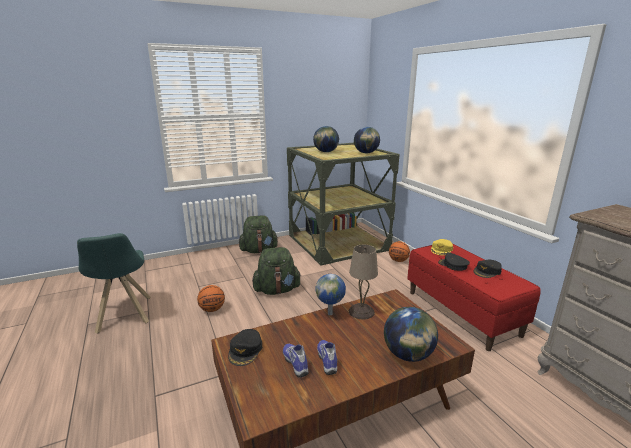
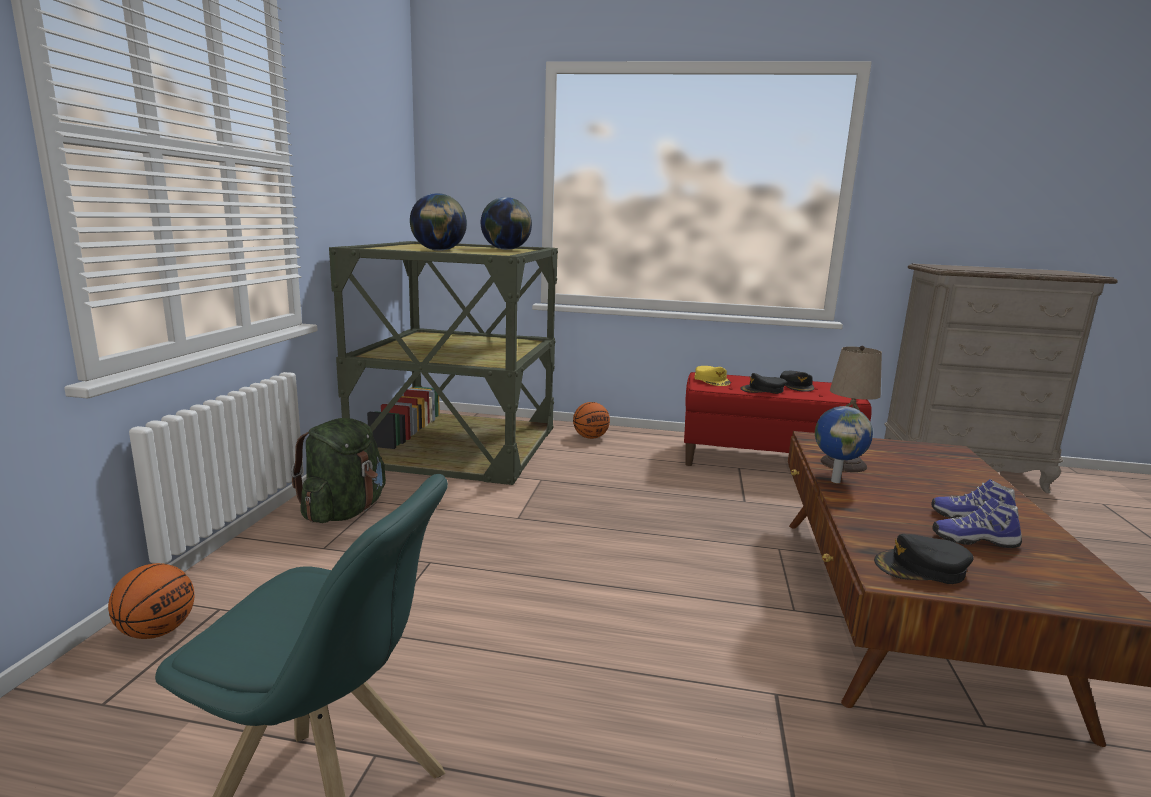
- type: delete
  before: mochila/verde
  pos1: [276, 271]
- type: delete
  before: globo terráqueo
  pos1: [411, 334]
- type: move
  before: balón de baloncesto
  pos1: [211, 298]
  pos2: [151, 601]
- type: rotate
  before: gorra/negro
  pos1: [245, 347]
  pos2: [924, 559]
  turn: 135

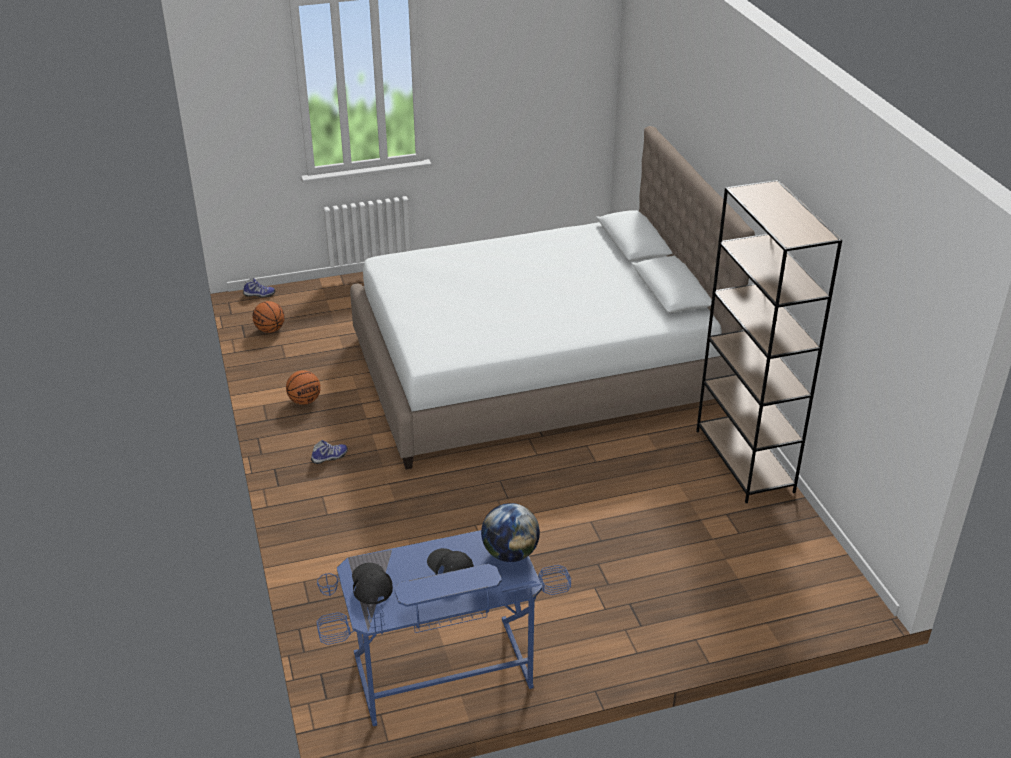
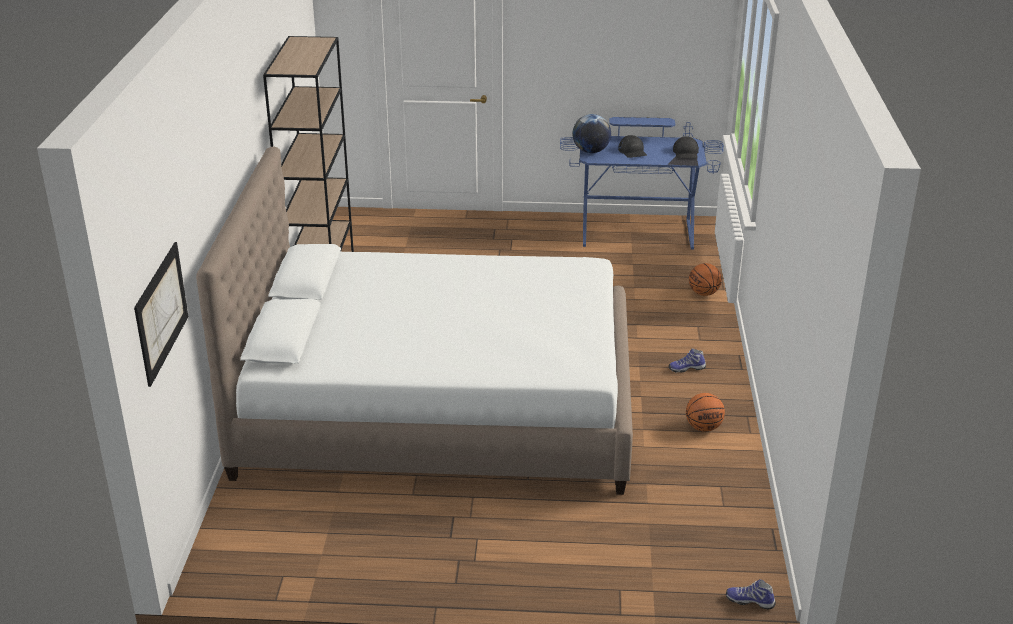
- type: insert
  after: cuadro
  pos2: [161, 314]
- type: move
  before: balón de baloncesto
  pos1: [268, 317]
  pos2: [705, 279]

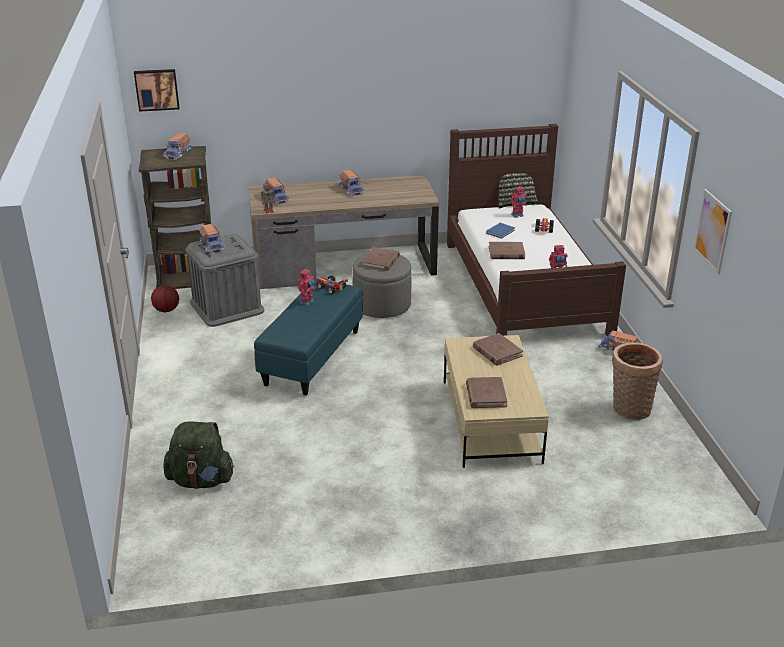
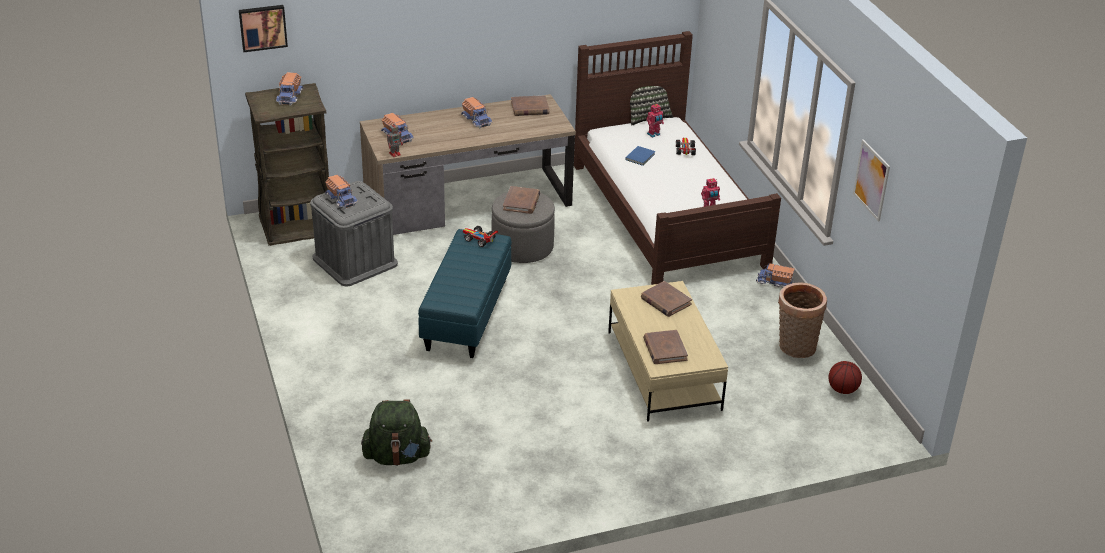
- type: delete
  before: robot de juguete
  pos1: [307, 287]
- type: move
  before: balón de baloncesto
  pos1: [165, 298]
  pos2: [845, 377]
- type: move
  before: libro/marrón
  pos1: [507, 250]
  pos2: [530, 105]

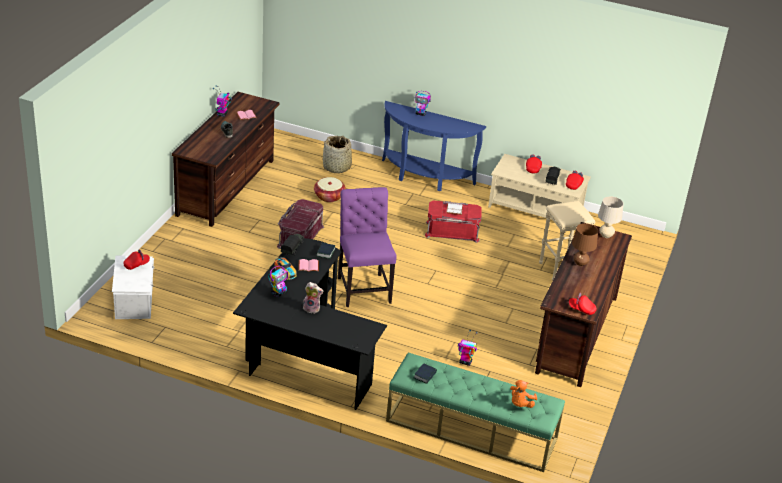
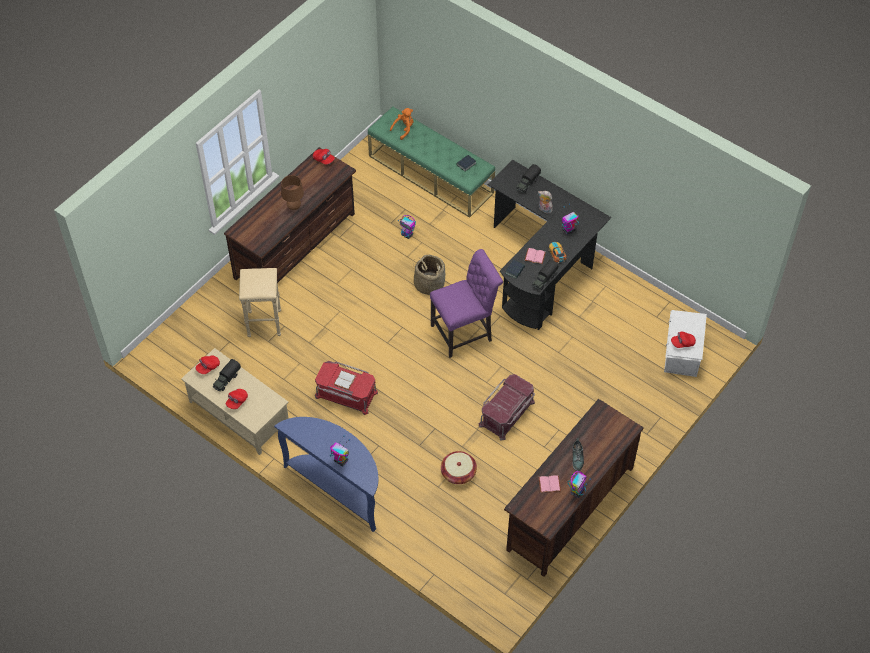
- type: delete
  before: lámpara de mesa/beis
  pos1: [611, 217]
- type: insert
  after: camión de juguete
  pos2: [528, 178]
- type: move
  before: cesta
  pos1: [338, 154]
  pos2: [429, 275]
- type: rotate
  before: silla/morado
  pos1: [367, 247]
  pos2: [466, 303]
  turn: -120

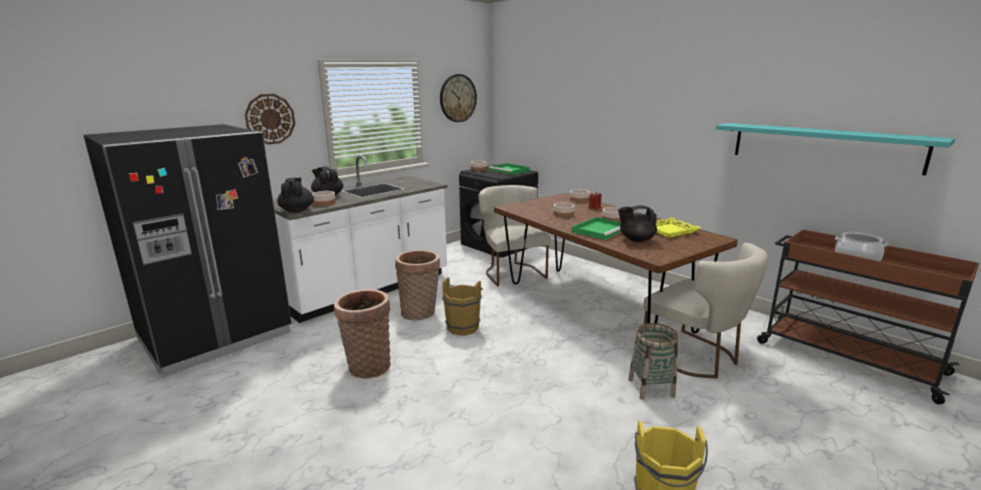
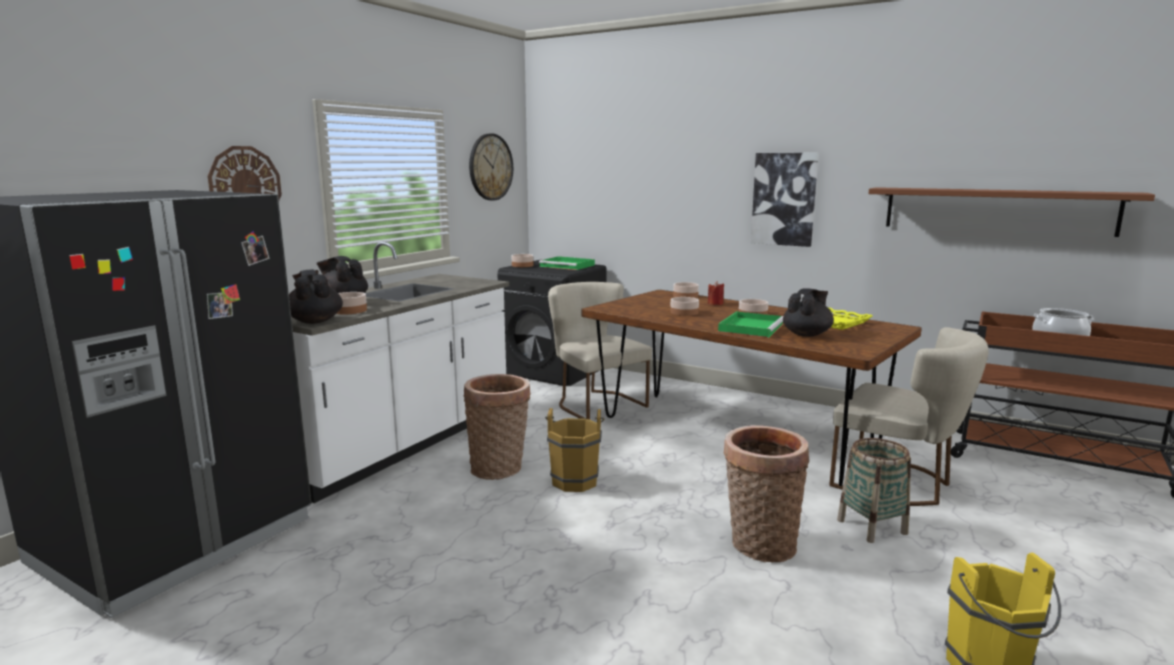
- type: insert
  after: cuadro
  pos2: [785, 200]
- type: move
  before: cesta
  pos1: [362, 334]
  pos2: [766, 493]
- type: recolor
  before: estante/turquesa
  after: estante/marrón
  pos1: [835, 149]
  pos2: [1011, 212]
- type: rotate
  before: tetera/negro
  pos1: [637, 223]
  pos2: [808, 313]
  turn: 150

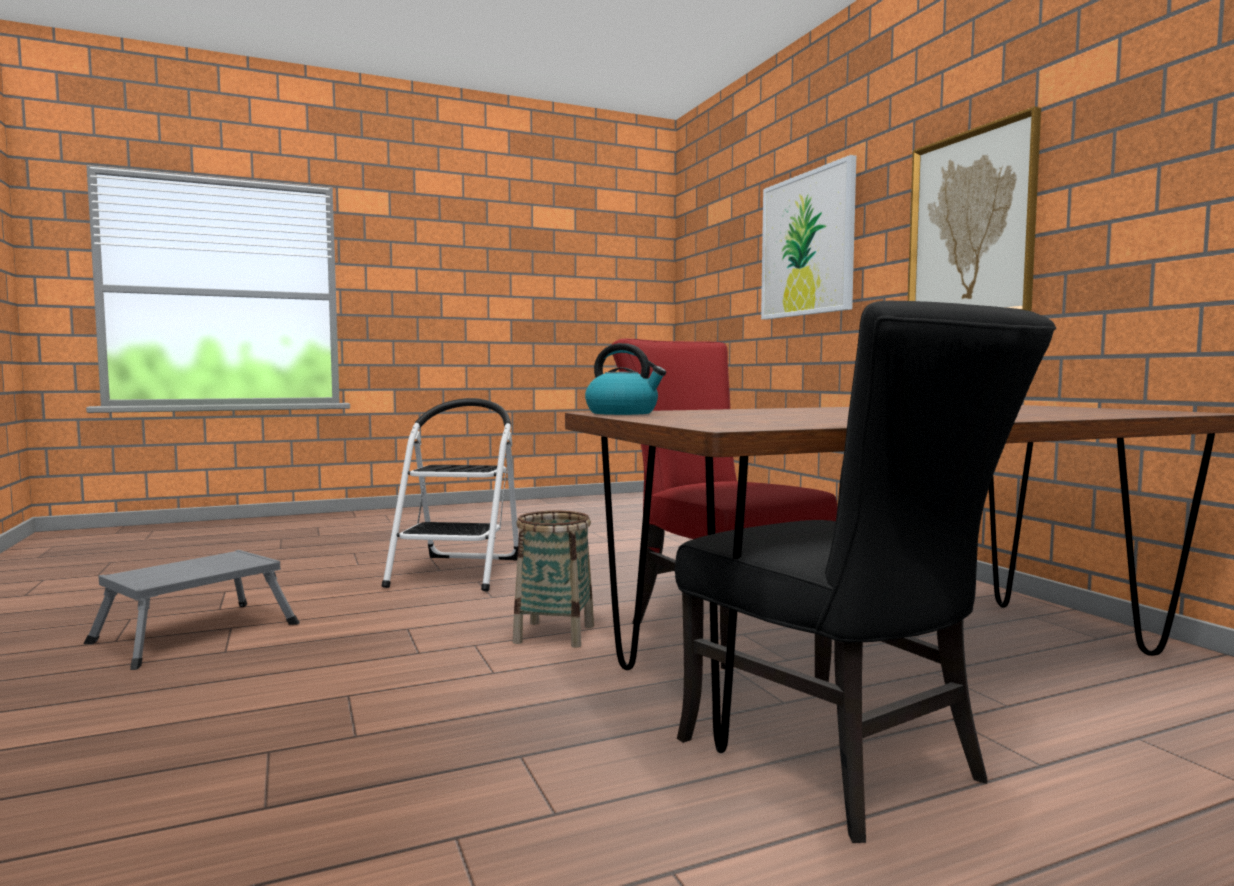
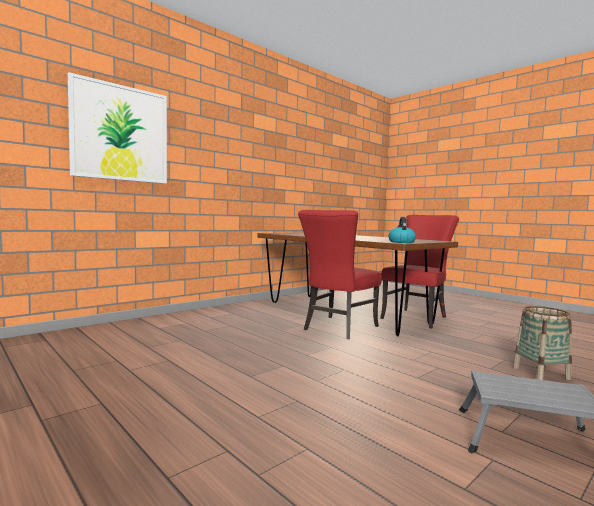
- type: delete
  before: escalera de tijera
  pos1: [450, 494]
- type: delete
  before: cuadro
  pos1: [974, 208]
- type: move
  before: cesta
  pos1: [553, 579]
  pos2: [542, 343]
- type: recolor
  before: silla/negro
  after: silla/rojo
  pos1: [865, 572]
  pos2: [419, 271]

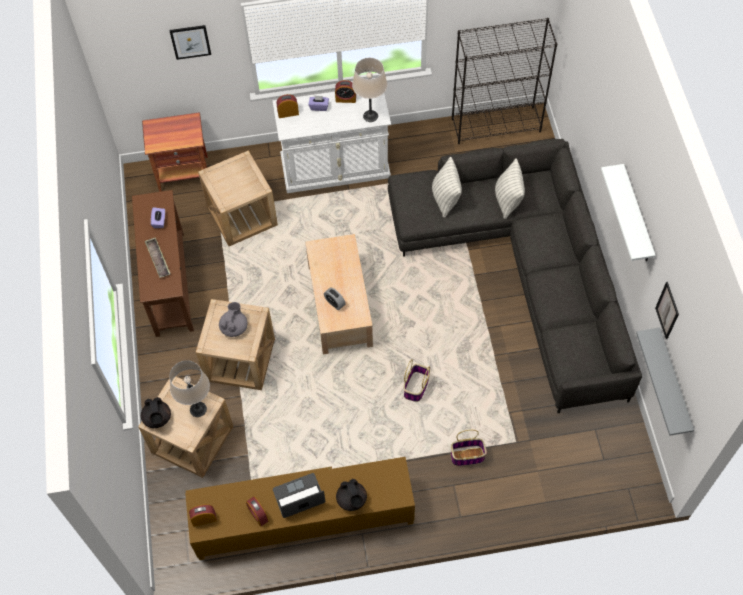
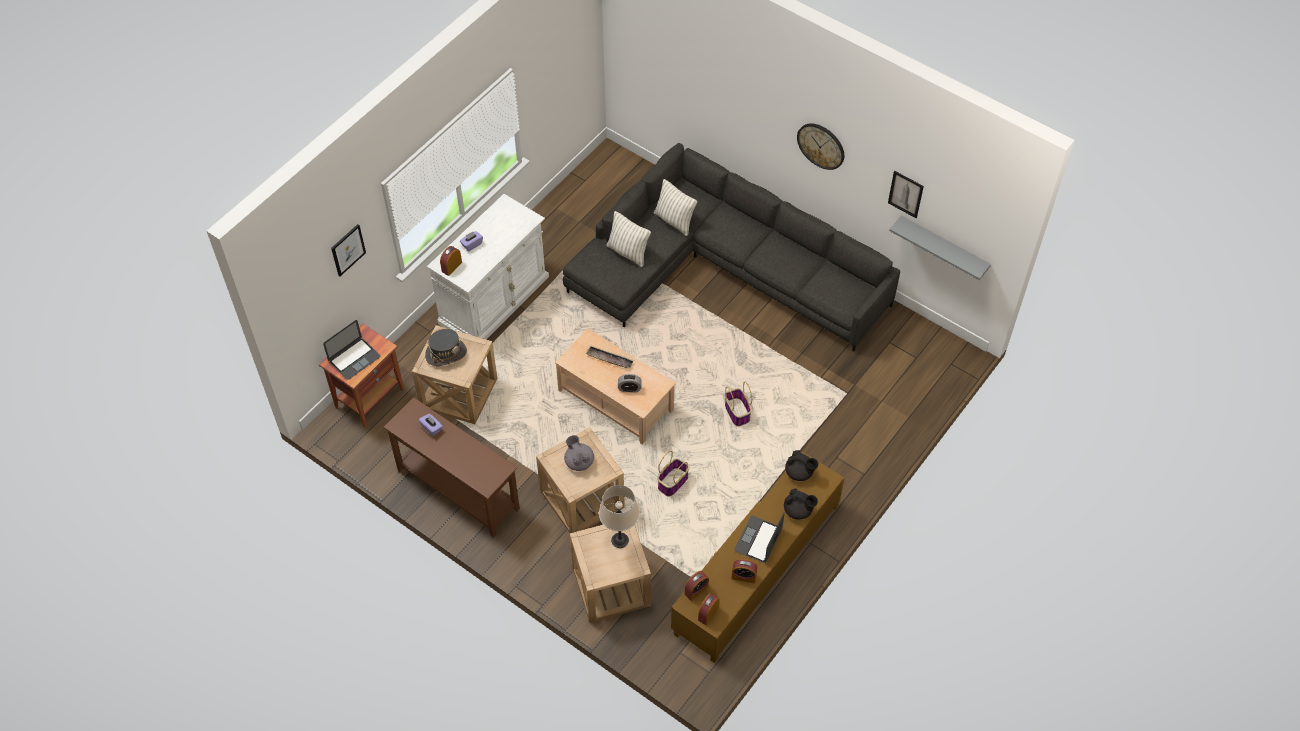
- type: delete
  before: lámpara de mesa/beis
  pos1: [369, 90]
- type: delete
  before: estantería/negro
  pos1: [504, 81]
- type: insert
  after: portátil
  pos2: [351, 350]
- type: insert
  after: sombrero/gris
  pos2: [446, 347]
- type: move
  before: tetera/negro
  pos1: [156, 412]
  pos2: [801, 465]
- type: move
  before: bandeja
  pos1: [158, 258]
  pos2: [609, 357]
- type: move
  before: despertador
  pos1: [345, 91]
  pos2: [696, 586]
- type: move
  before: cesta
  pos1: [469, 448]
  pos2: [673, 474]
- type: replace
  before: estante/blanco
  after: reloj de pared
  pos1: [628, 212]
  pos2: [820, 146]

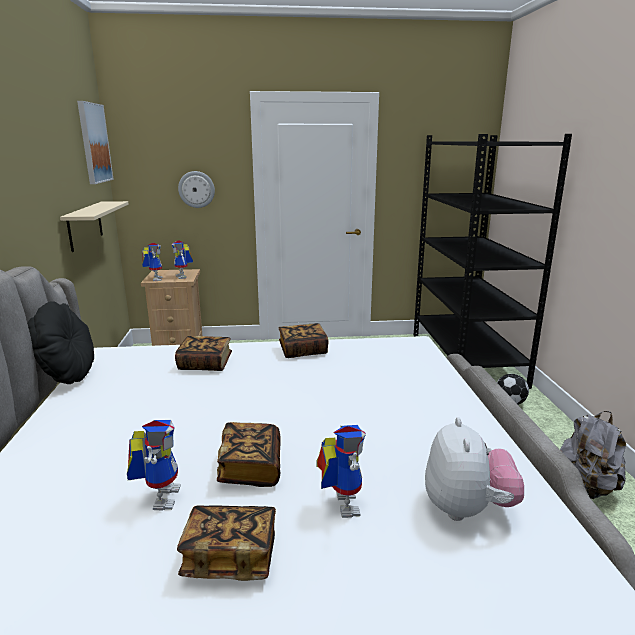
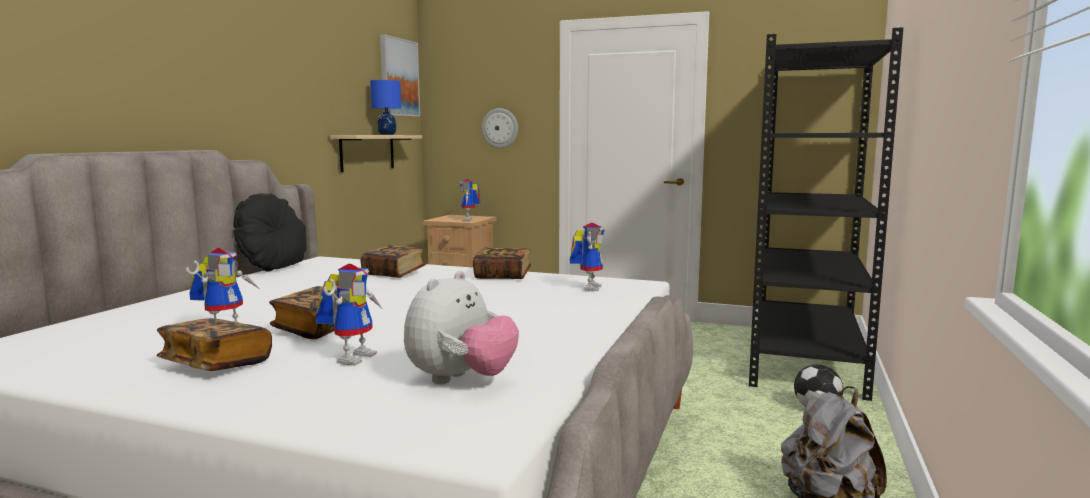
- type: insert
  after: lámpara de mesa/azul
  pos2: [385, 107]
- type: move
  before: robot de juguete
  pos1: [152, 262]
  pos2: [587, 257]

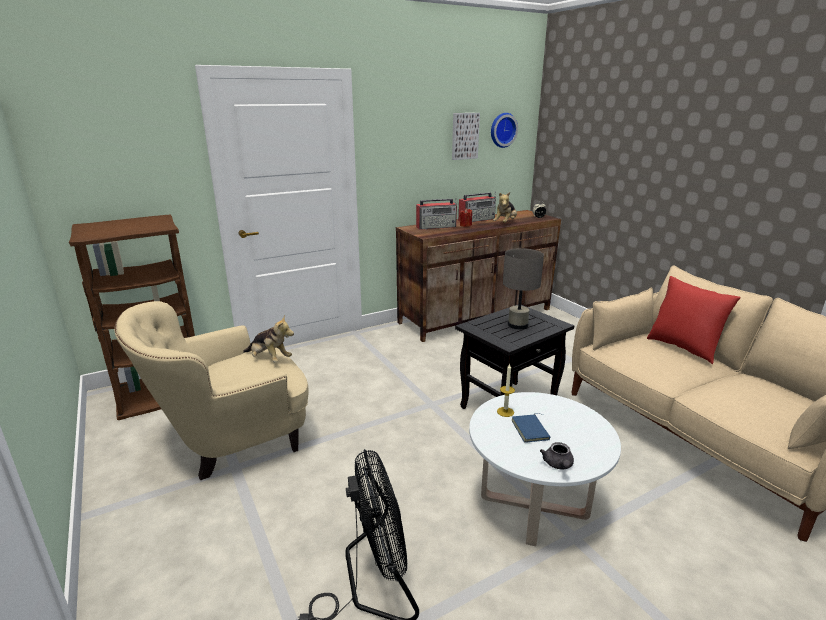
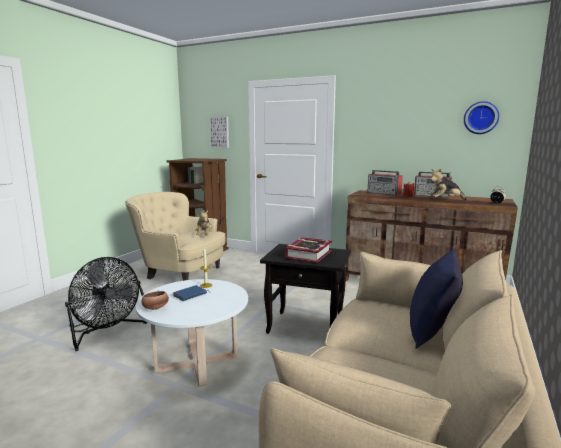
- type: move
  before: cuadro
  pos1: [466, 136]
  pos2: [219, 132]
- type: replace
  before: lámpara de mesa/gris
  after: libro
  pos1: [523, 288]
  pos2: [308, 250]
- type: replace
  before: tetera/gris
  after: cuenco
  pos1: [557, 456]
  pos2: [155, 300]
- type: recolor
  before: cojín/rojo
  after: cojín/azul
  pos1: [694, 320]
  pos2: [436, 299]

